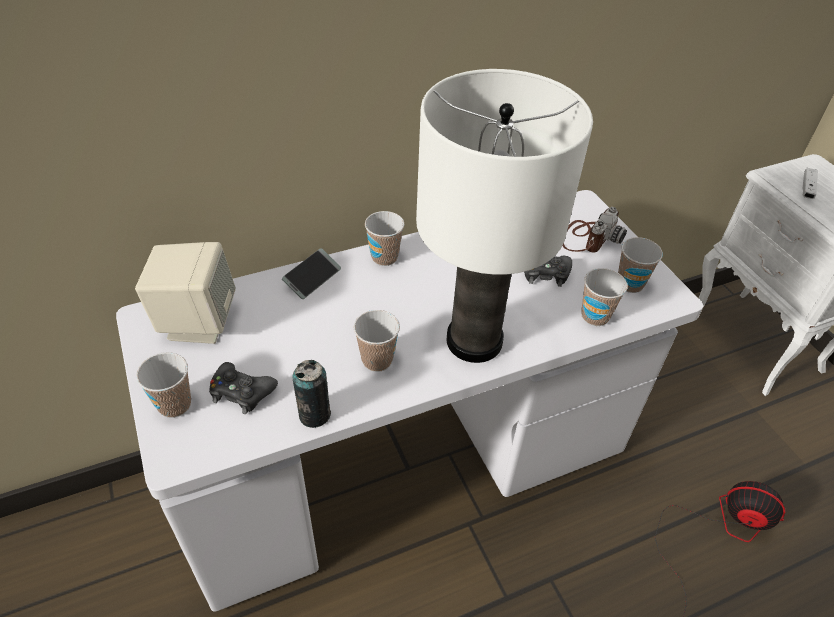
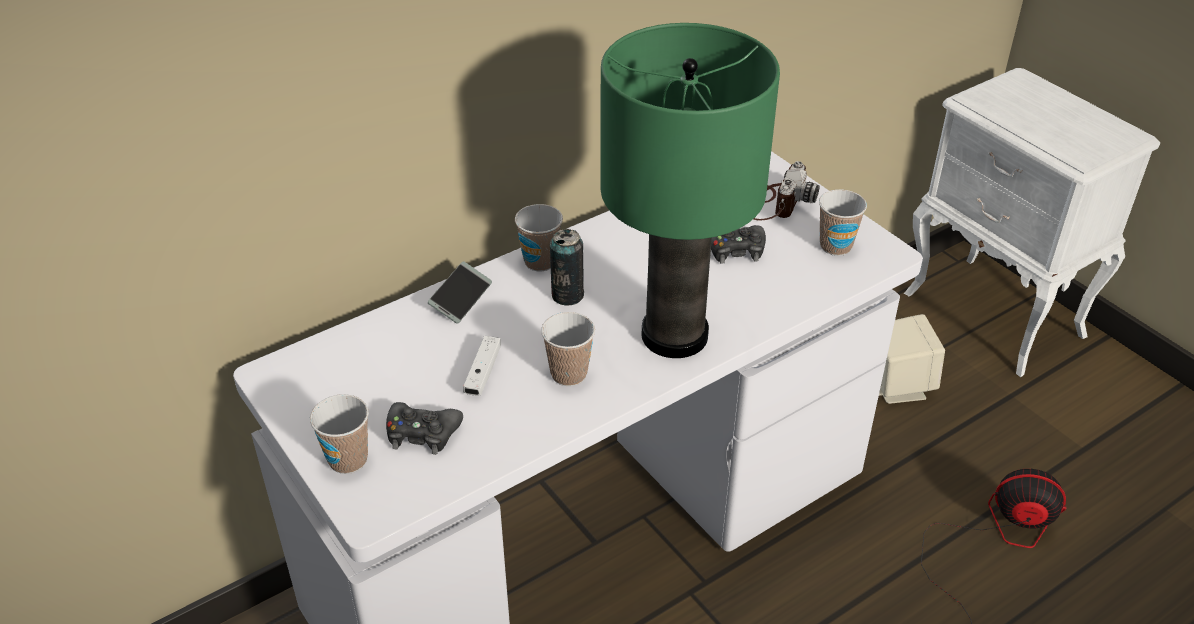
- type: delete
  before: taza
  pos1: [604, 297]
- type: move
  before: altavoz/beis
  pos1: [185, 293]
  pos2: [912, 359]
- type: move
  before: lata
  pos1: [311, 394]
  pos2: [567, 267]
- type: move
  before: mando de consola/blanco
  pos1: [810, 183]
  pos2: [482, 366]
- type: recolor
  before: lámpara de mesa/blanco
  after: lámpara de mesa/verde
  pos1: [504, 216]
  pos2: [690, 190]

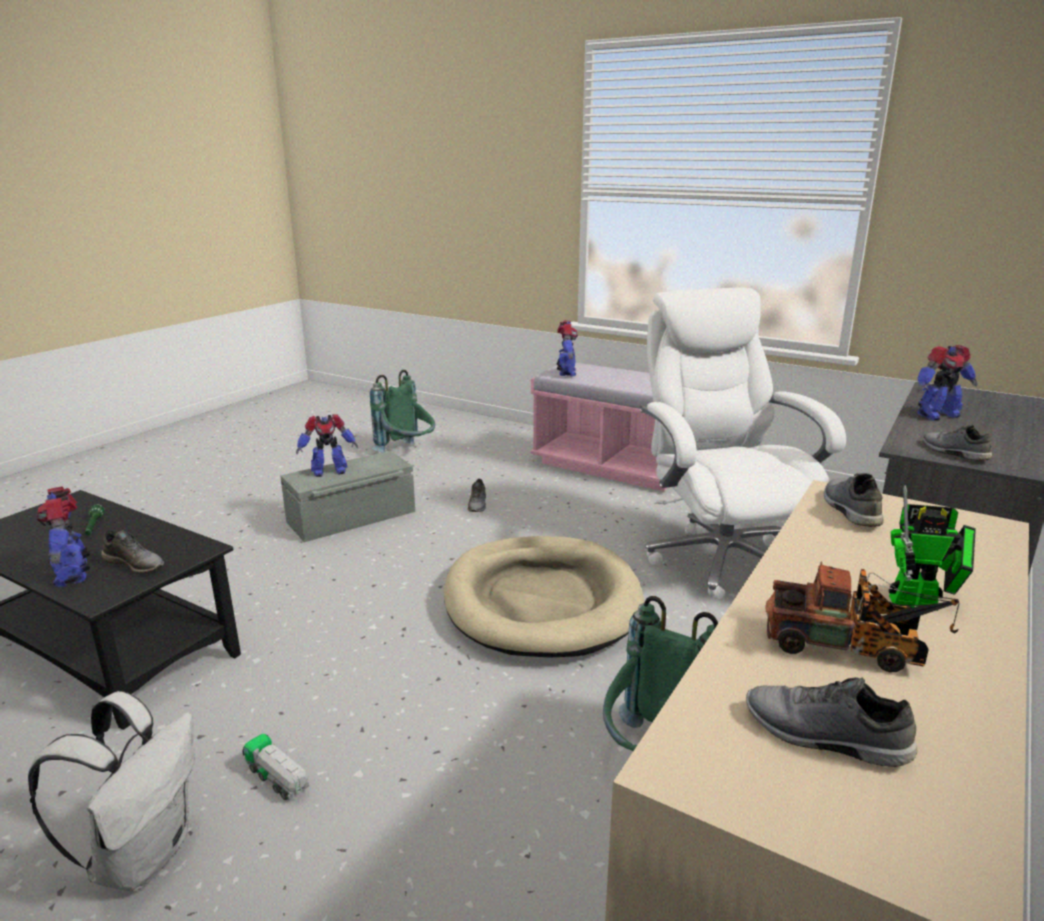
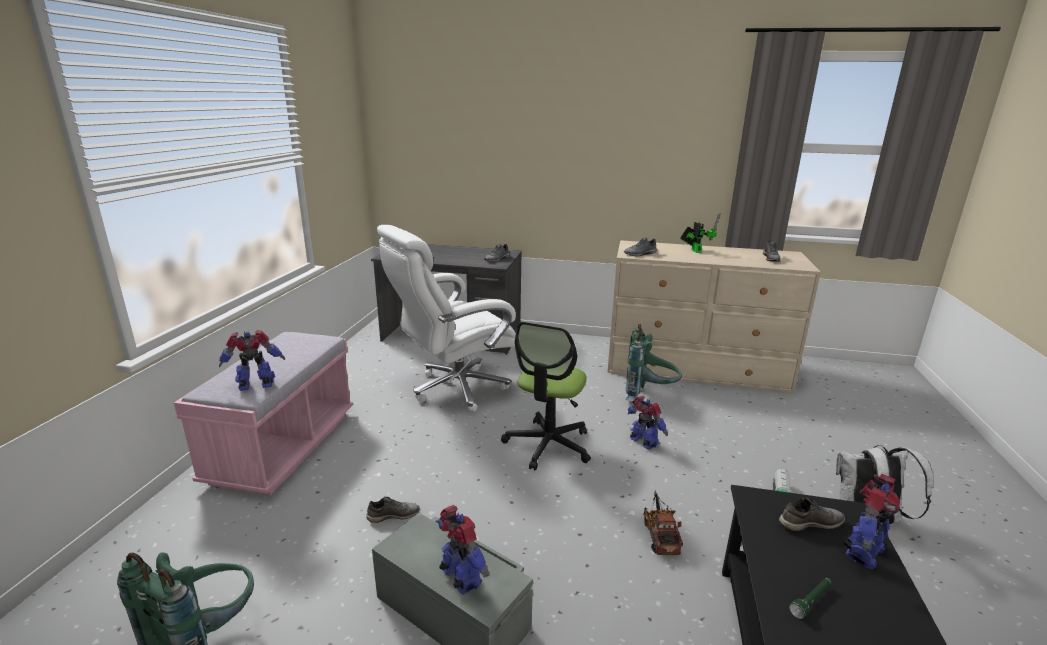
- type: move
  before: camión de juguete
  pos1: [862, 617]
  pos2: [663, 522]
- type: move
  before: robot de juguete
  pos1: [946, 383]
  pos2: [648, 423]
- type: replace
  before: cama para perro/beis
  after: silla de oficina
  pos1: [544, 597]
  pos2: [546, 396]
- type: rotate
  before: zapato/gris
  pos1: [132, 551]
  pos2: [812, 514]
  turn: 75

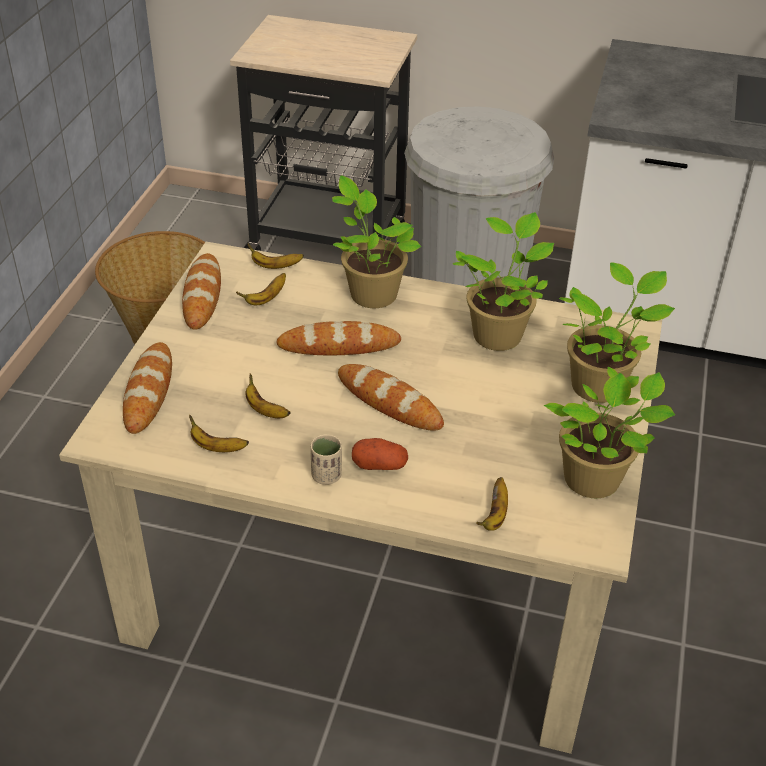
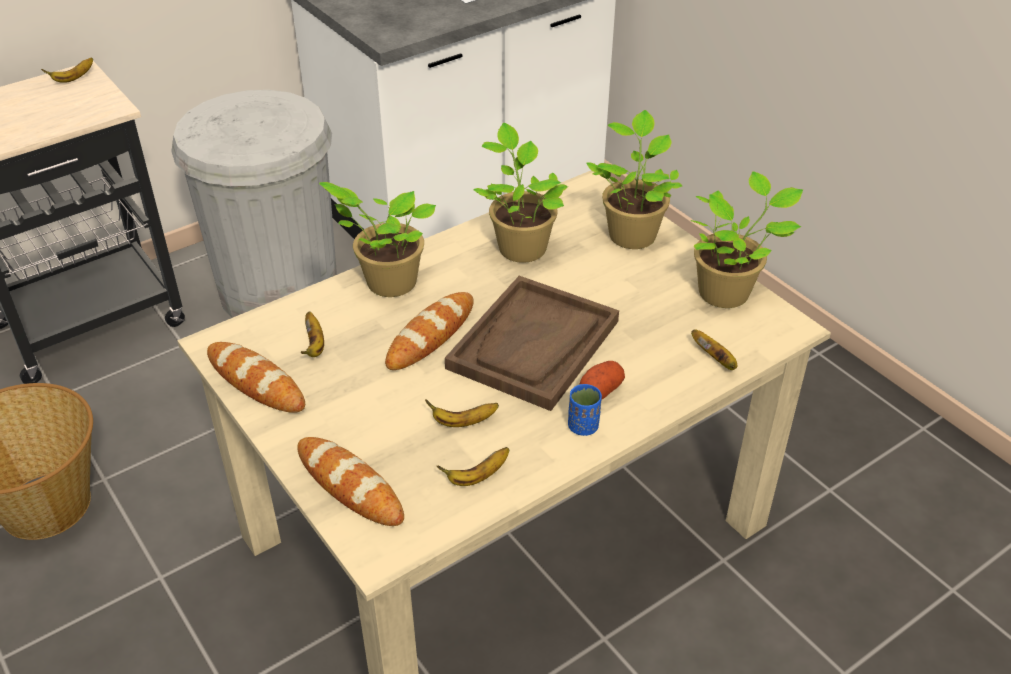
- type: move
  before: plátano
  pos1: [275, 256]
  pos2: [67, 70]
- type: replace
  before: pan
  after: bandeja/marrón
  pos1: [391, 397]
  pos2: [532, 343]
- type: recolor
  before: taza/beis
  after: taza/azul
  pos1: [326, 460]
  pos2: [585, 410]

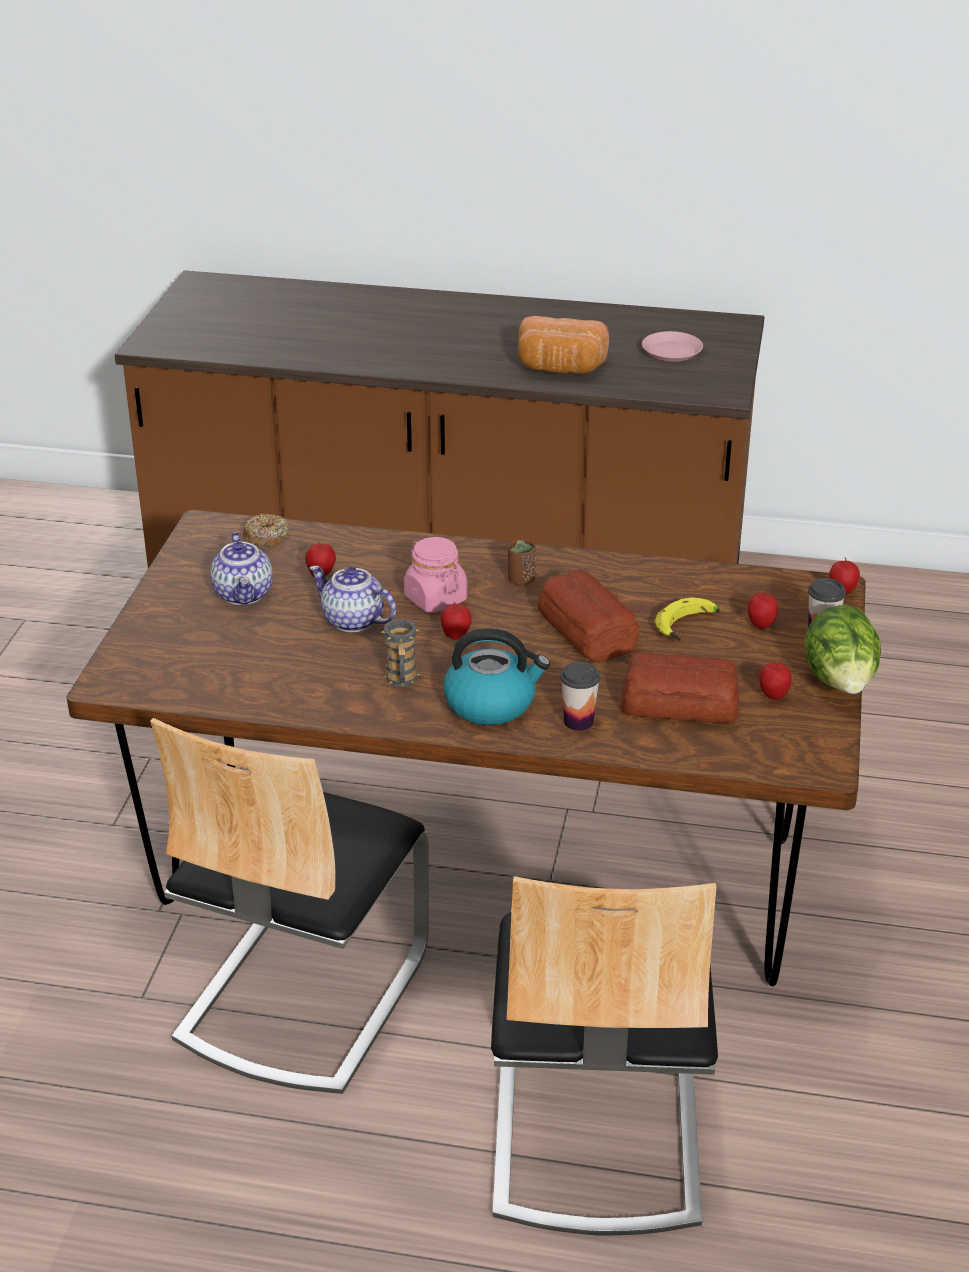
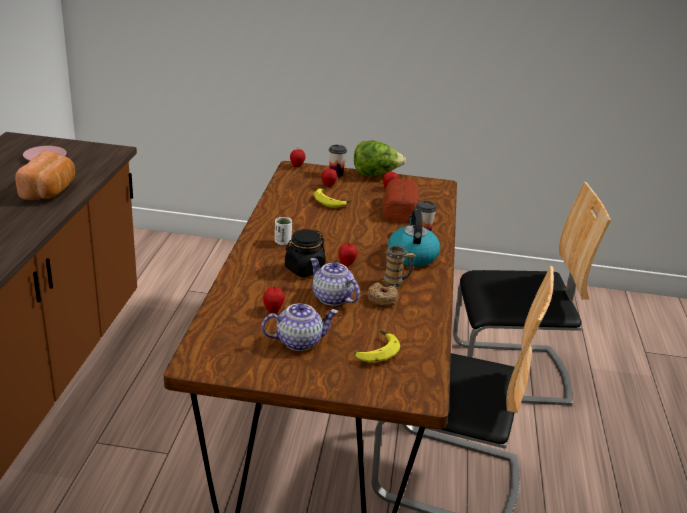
- type: delete
  before: pan
  pos1: [588, 616]
- type: insert
  after: plátano
  pos2: [377, 346]
- type: move
  before: rosquilla
  pos1: [266, 531]
  pos2: [383, 294]
- type: recolor
  before: tarro/rosa
  after: tarro/negro
  pos1: [435, 575]
  pos2: [305, 253]
- type: recolor
  before: taza/marrón
  after: taza/blanco
  pos1: [522, 562]
  pos2: [283, 231]
- type: rotate
  before: tetera
  pos1: [352, 598]
  pos2: [335, 282]
  turn: 105

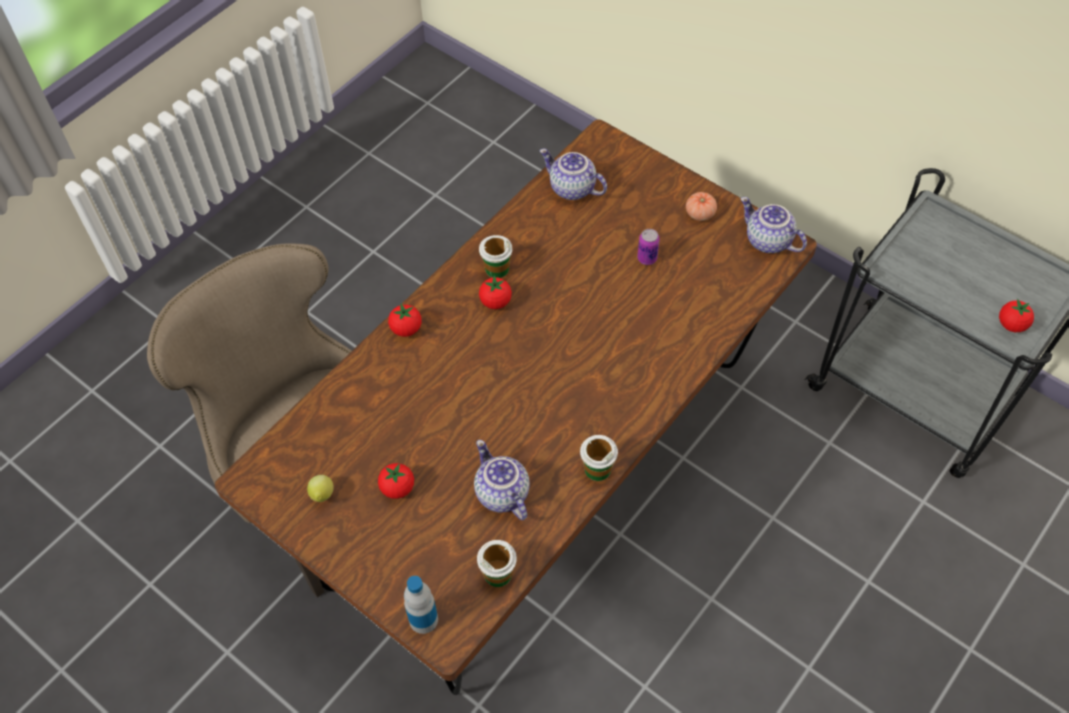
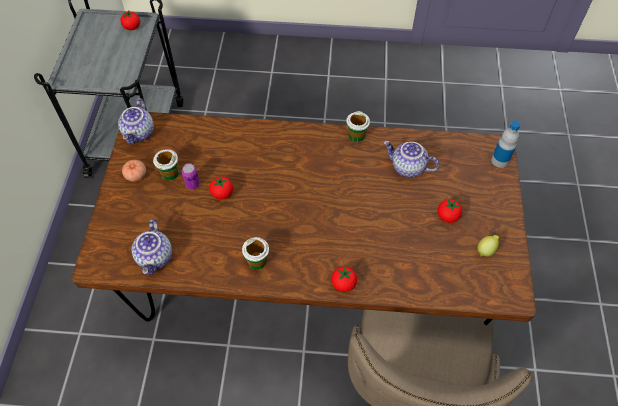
- type: move
  before: taza
  pos1: [497, 563]
  pos2: [166, 165]
- type: move
  before: tomate
  pos1: [495, 292]
  pos2: [221, 188]
- type: rotate
  before: tetera
  pos1: [502, 480]
  pos2: [411, 159]
  turn: 90

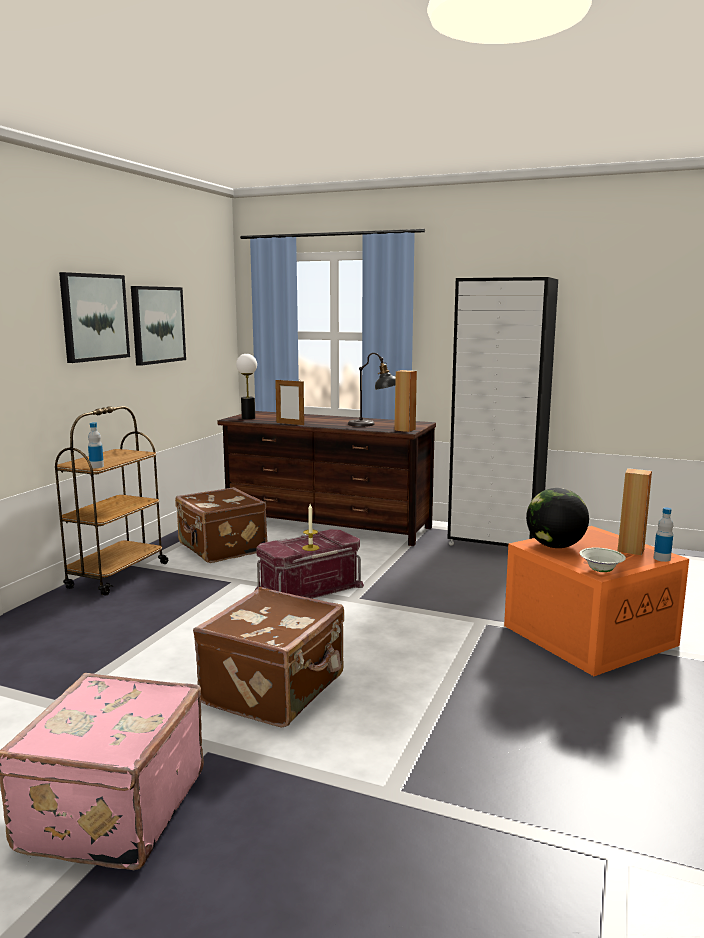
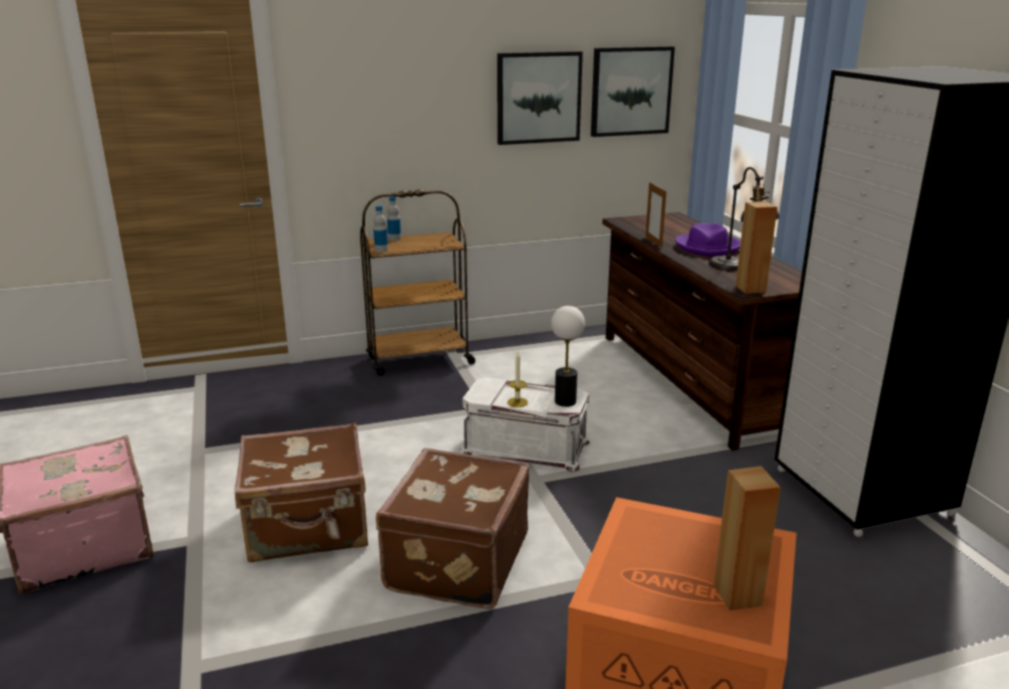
- type: delete
  before: globo terráqueo
  pos1: [557, 518]
- type: delete
  before: cuenco/blanco
  pos1: [603, 560]
- type: insert
  after: sombrero/morado
  pos2: [708, 240]
- type: move
  before: cuadro
  pos1: [94, 317]
  pos2: [633, 91]
- type: move
  before: maleta/marrón
  pos1: [221, 525]
  pos2: [452, 528]
- type: move
  before: lámpara de mesa
  pos1: [246, 386]
  pos2: [568, 356]
- type: move
  before: botella
  pos1: [663, 534]
  pos2: [394, 218]
- type: recolor
  before: caja de almacenaje/rojo
  after: caja de almacenaje/blanco
  pos1: [309, 564]
  pos2: [525, 424]

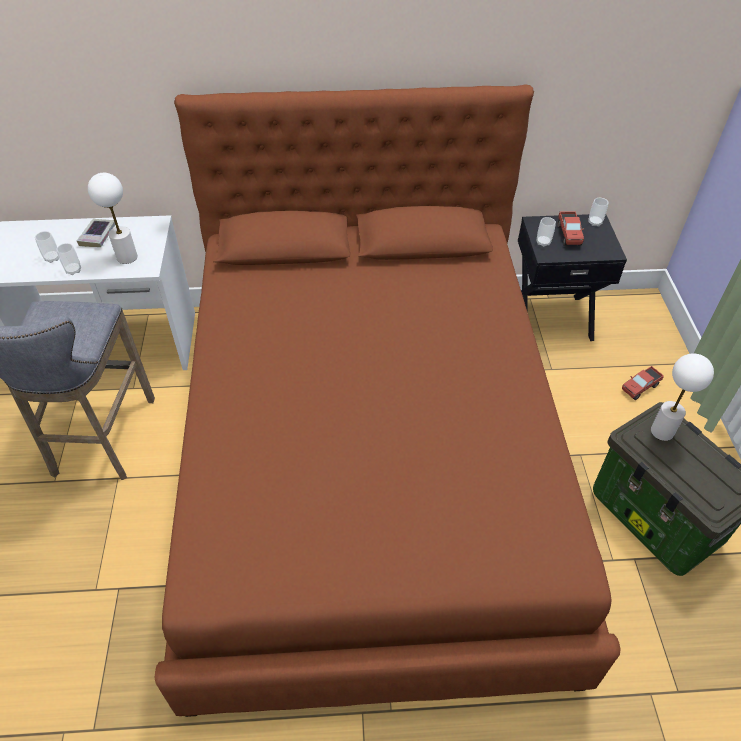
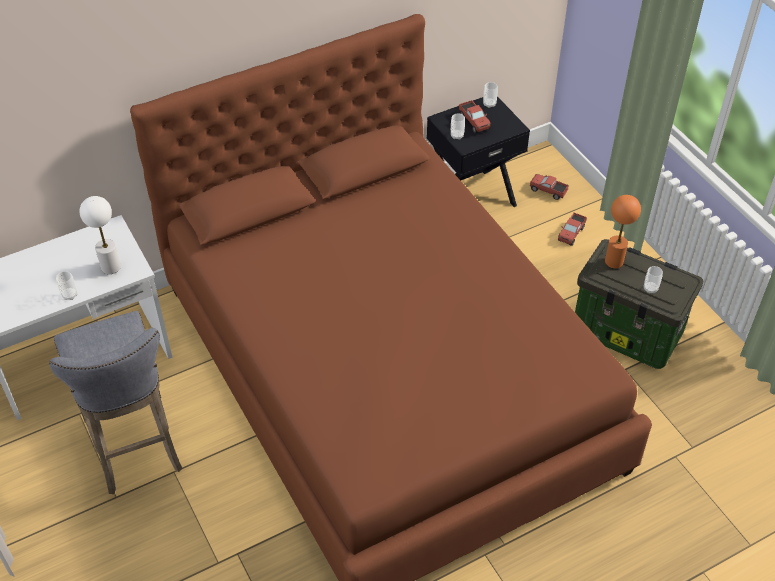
- type: delete
  before: libro
  pos1: [96, 233]
- type: insert
  after: camión de juguete
  pos2: [549, 187]
- type: move
  before: taza
  pos1: [47, 247]
  pos2: [653, 279]
- type: recolor
  before: lámpara de mesa/blanco
  after: lámpara de mesa/naranja
  pos1: [682, 397]
  pos2: [623, 232]

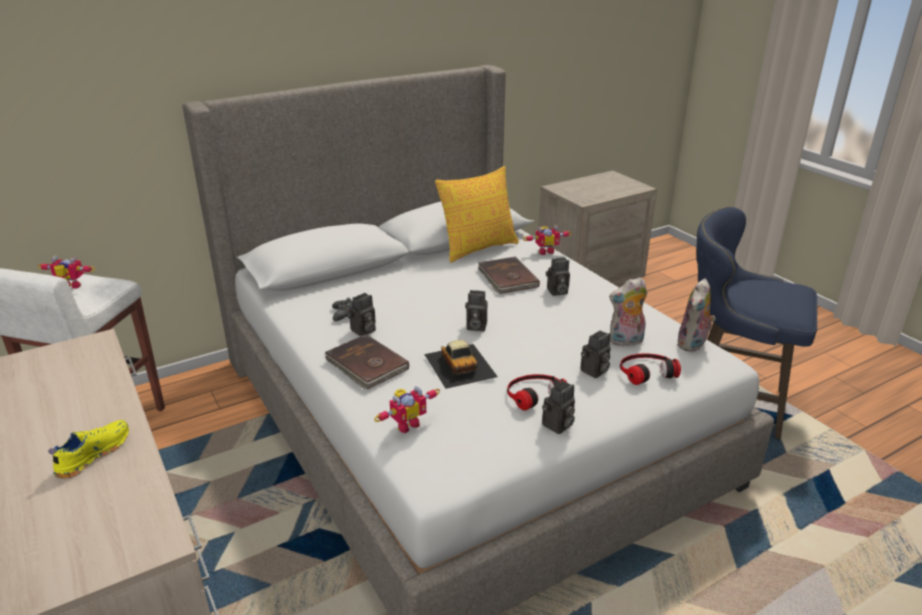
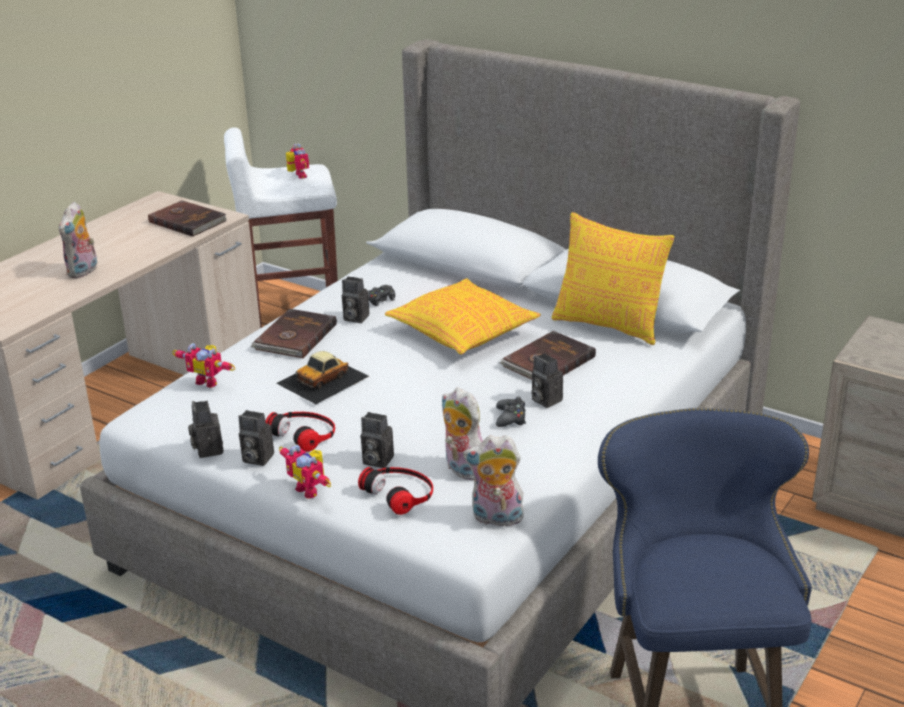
- type: insert
  after: libro/marrón
  pos2: [187, 218]
- type: insert
  after: cojín/amarillo
  pos2: [463, 316]
- type: insert
  after: mando de consola/negro
  pos2: [511, 412]
- type: move
  before: cámara
  pos1: [476, 310]
  pos2: [206, 429]
- type: move
  before: robot de juguete
  pos1: [547, 240]
  pos2: [305, 472]
- type: replace
  before: zapato/amarillo
  after: peluche
  pos1: [88, 449]
  pos2: [78, 240]

